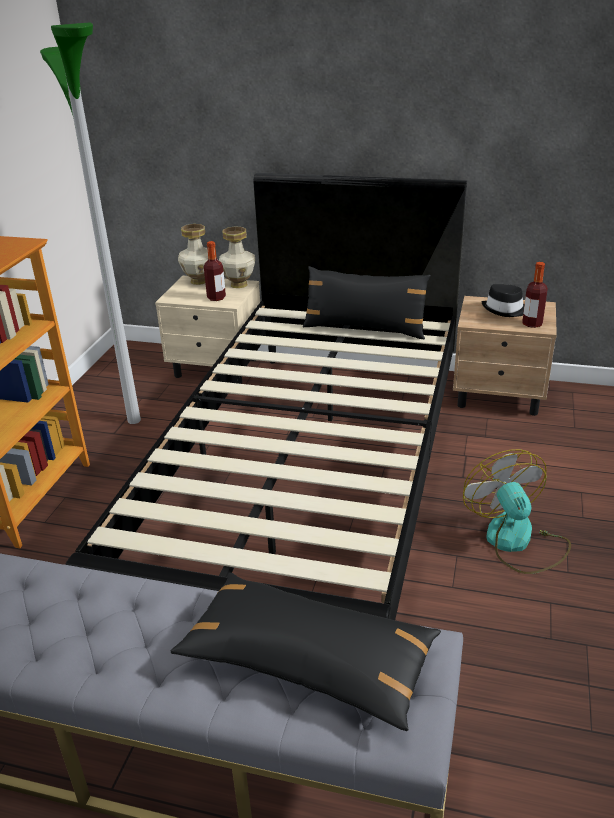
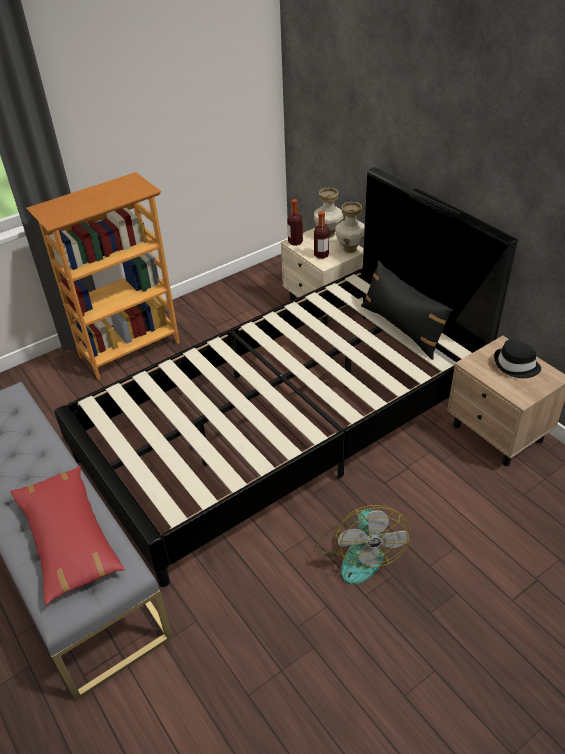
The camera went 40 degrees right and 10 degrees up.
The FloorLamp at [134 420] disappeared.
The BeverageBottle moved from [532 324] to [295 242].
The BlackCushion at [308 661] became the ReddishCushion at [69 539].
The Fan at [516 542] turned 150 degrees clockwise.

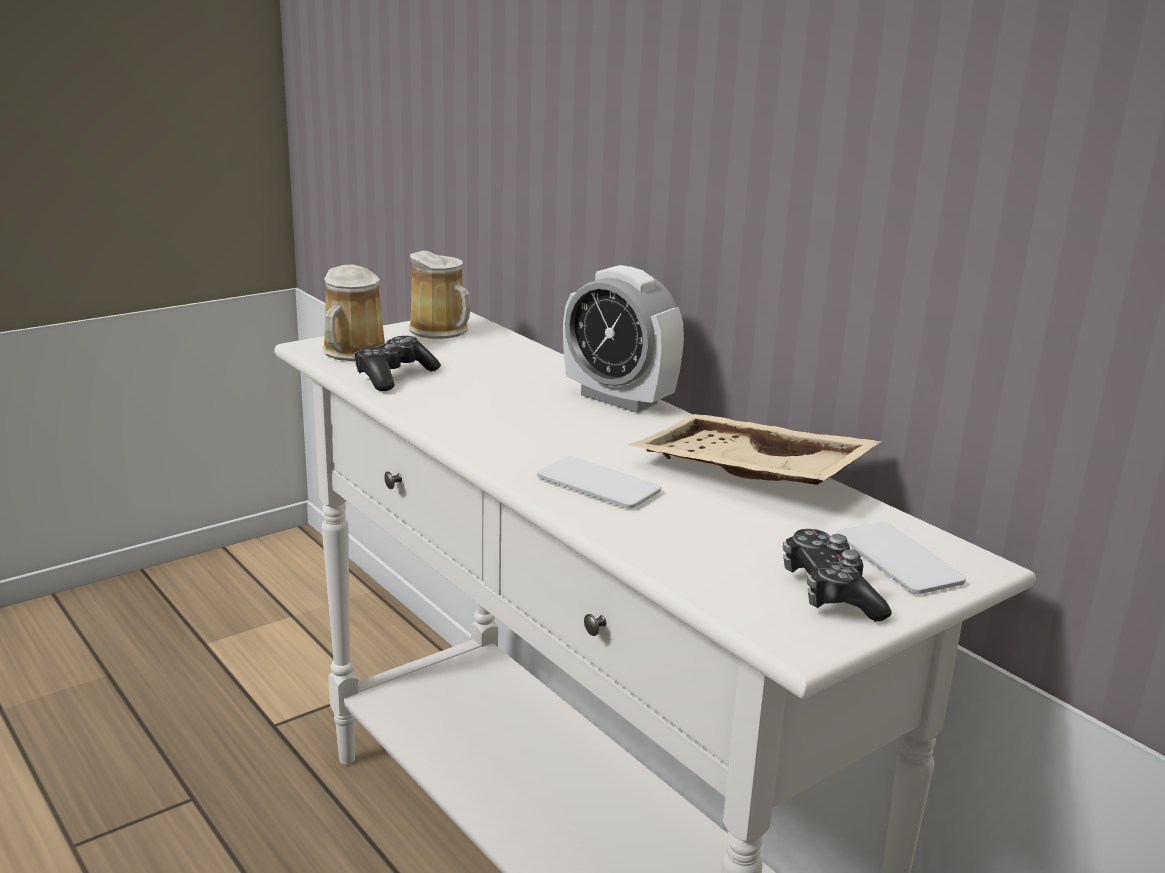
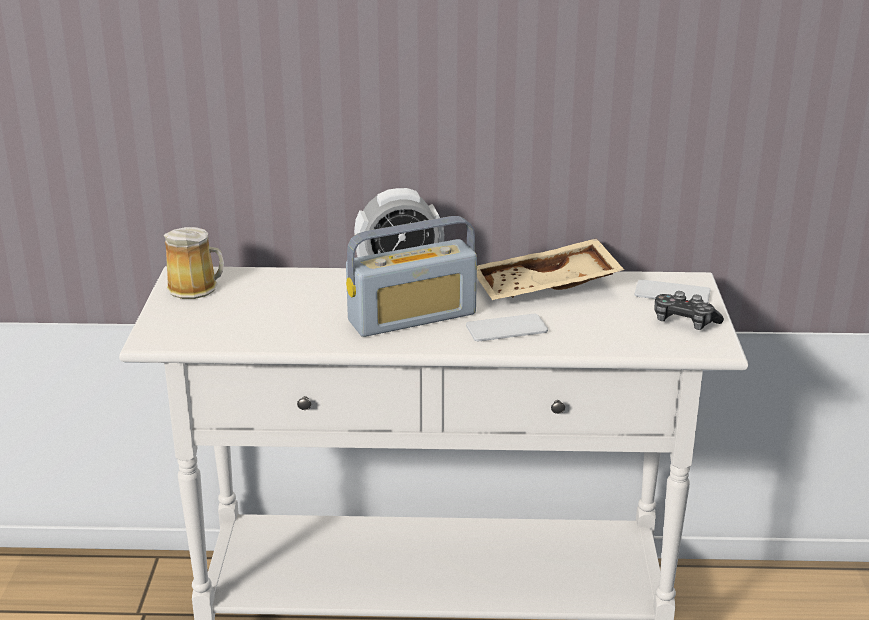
The camera went 50 degrees left and 5 degrees up.
The Mug at [352 352] disappeared.
The GameController at [394 376] disappeared.
The RadioSet at [412 318] appeared.

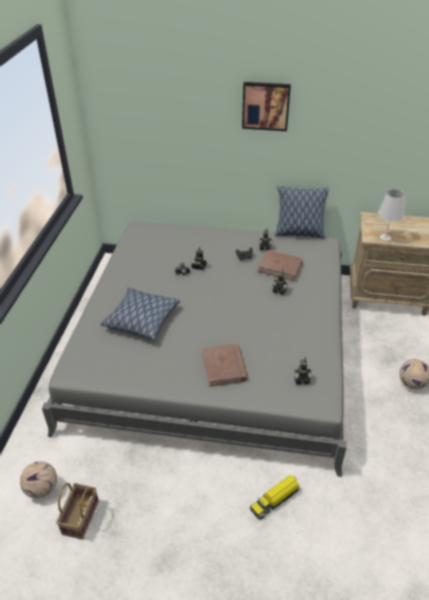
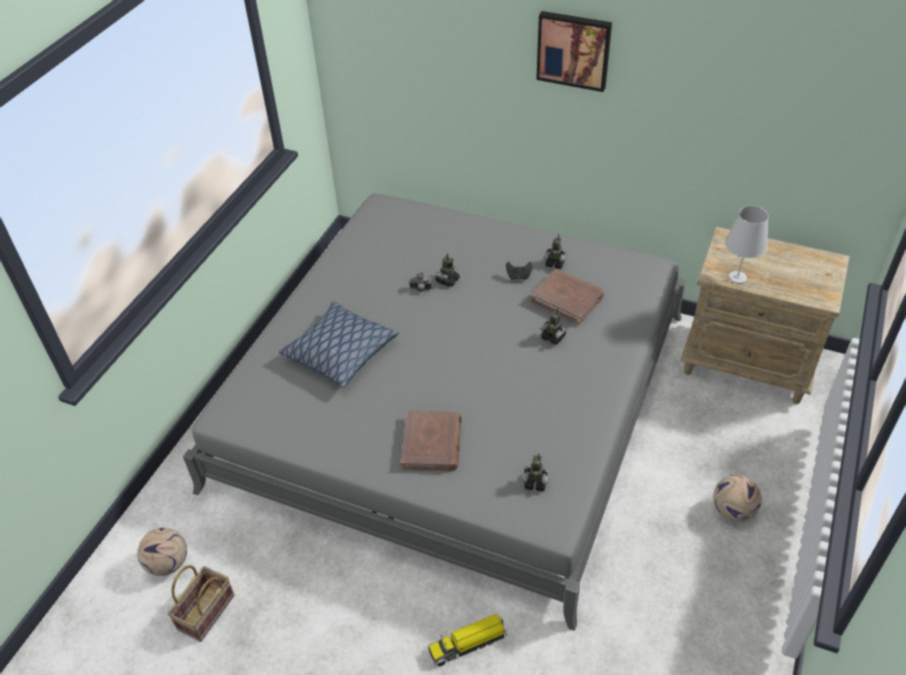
The camera went 15 degrees right and 5 degrees up.
The Cushion at [298 233] disappeared.

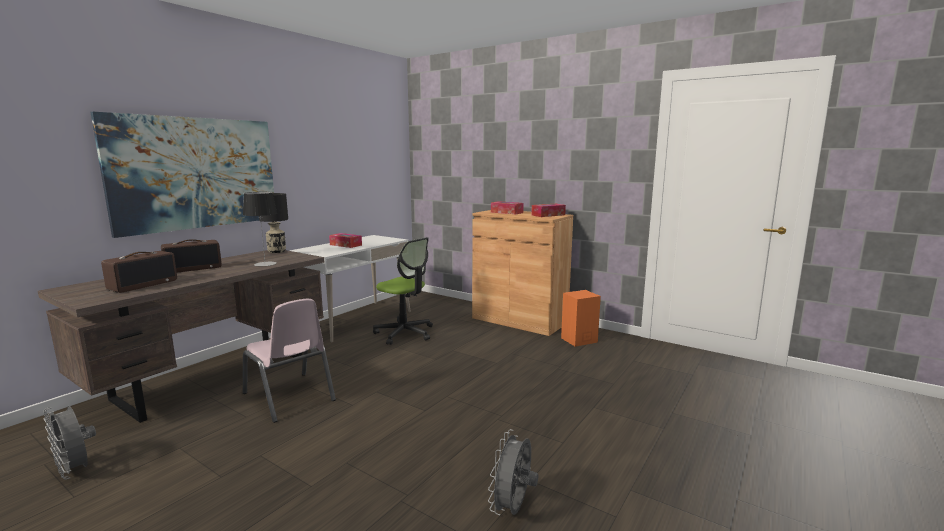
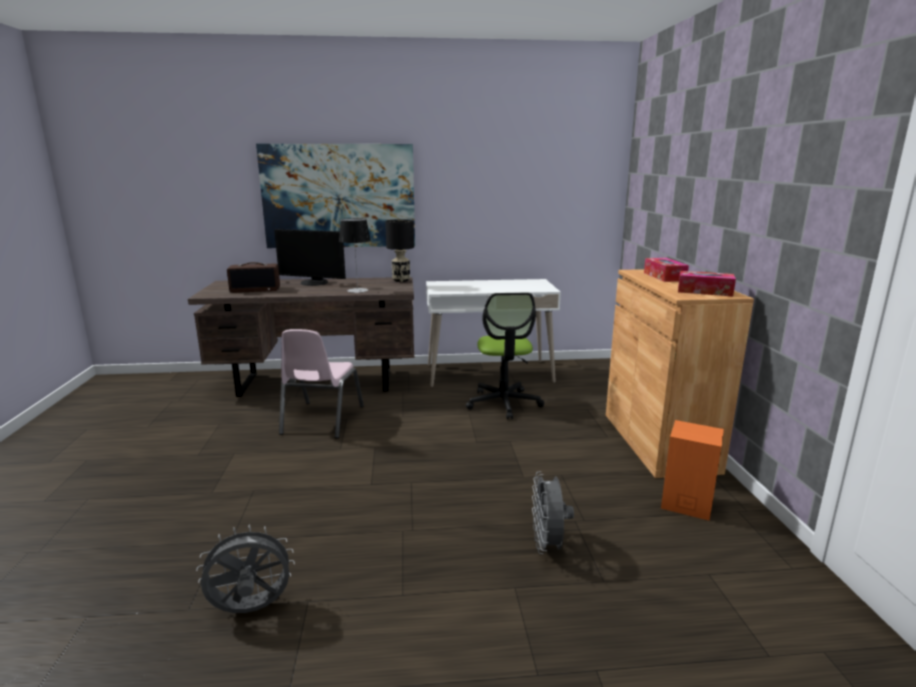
The camera went 50 degrees right and 5 degrees up.
The BoxOfTissues at [345 245] disappeared.
The GreyFan moved from [75 471] to [548 545].
The RadioSet at [193 268] was replaced by the ComputerScreen at [313 283].

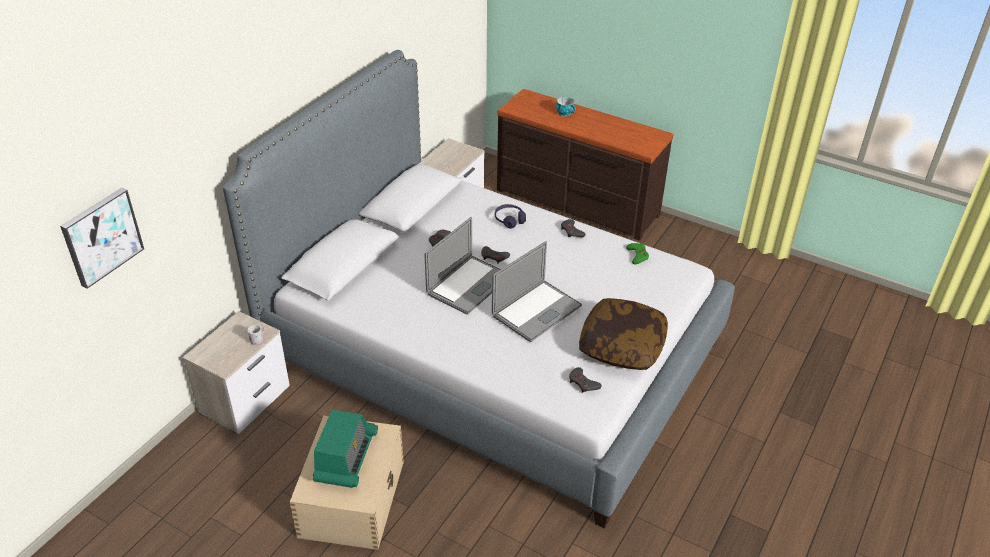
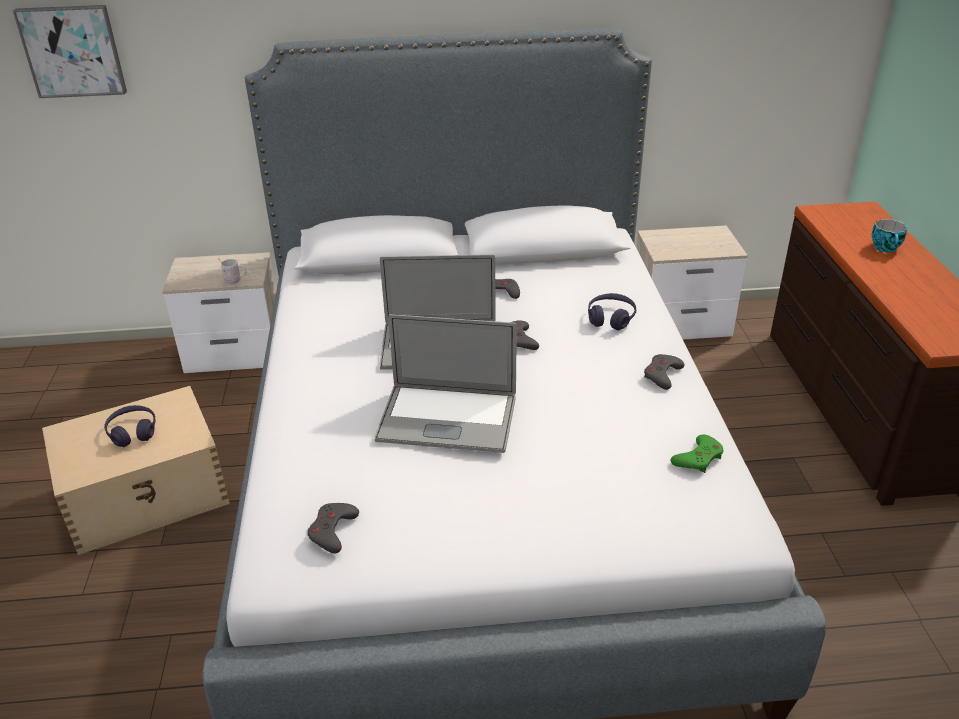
The camera went 55 degrees right and 5 degrees down.
The Cushion at [622 345] disappeared.
The RadioSet at [346 458] was replaced by the PurplishHeadset at [133 432].

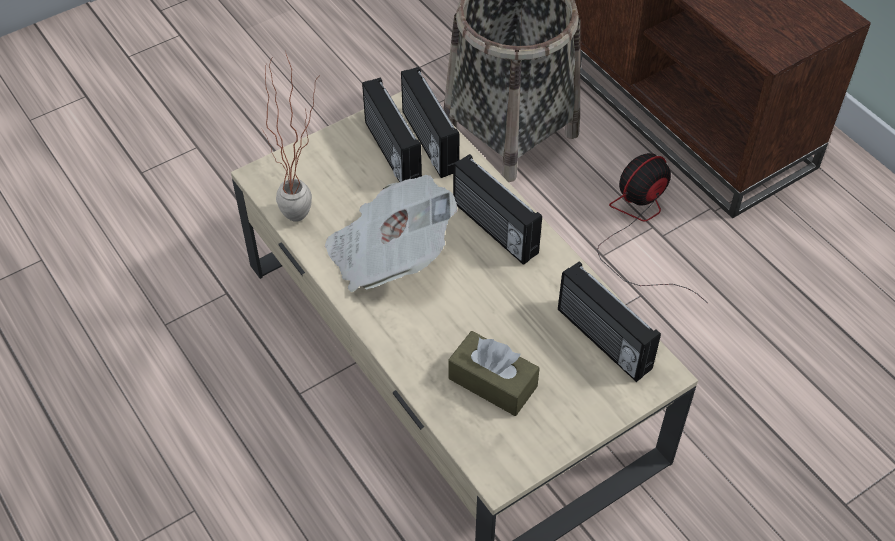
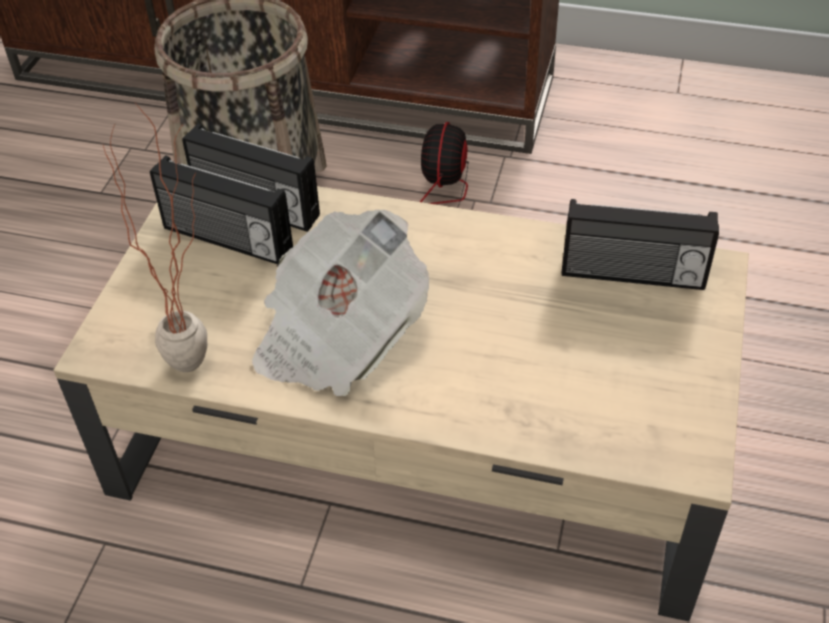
The camera went 40 degrees left and 5 degrees down.
The BrownBoxOfTissues at [492 382] disappeared.
The RadioSet at [493 229] disappeared.

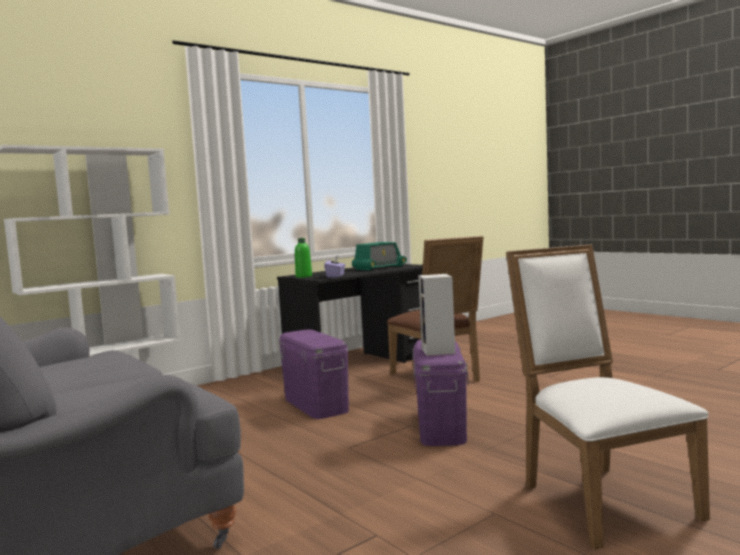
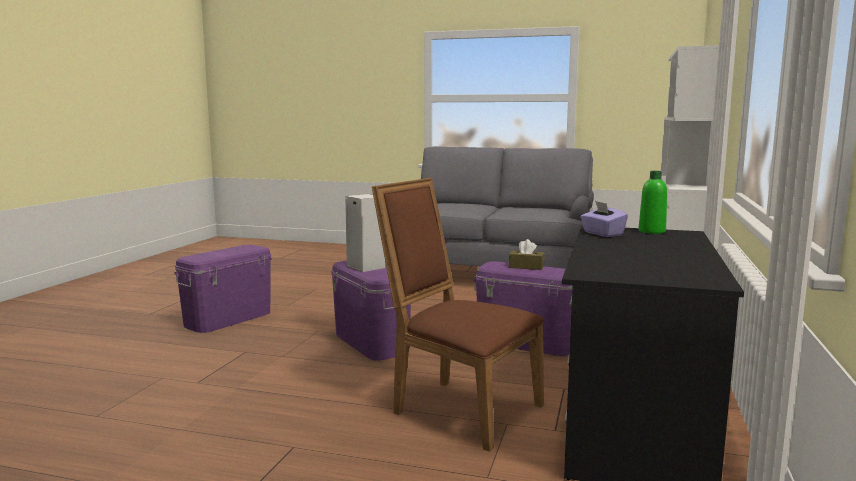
The camera went 145 degrees right and 5 degrees up.
The RadioSet at [379 268] disappeared.
The BrownBoxOfTissues at [526 267] appeared.
The WhitishChair at [599 498] was replaced by the PurplishStorageBin at [228 319].

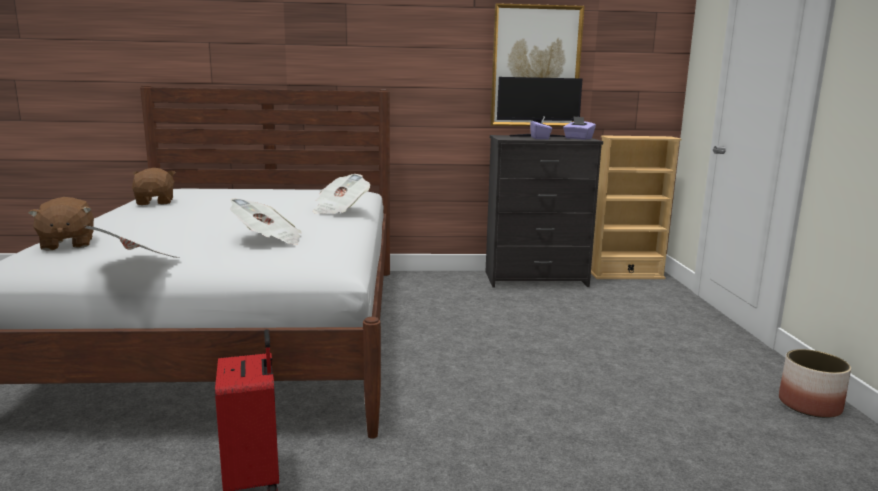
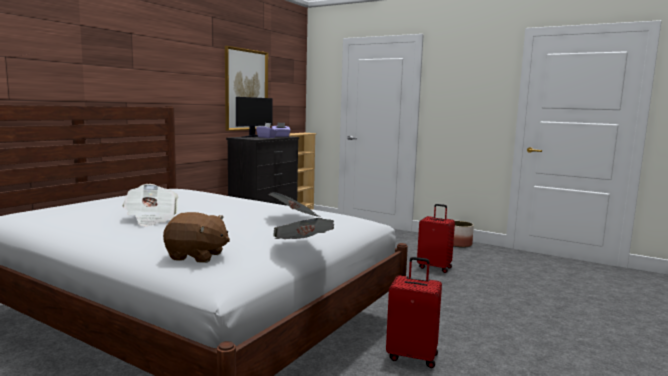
The camera went 55 degrees left and 5 degrees down.
The BrownSoftToy at [155 202] disappeared.
The ReddishTravelCase at [434 267] appeared.
The Newspaper moved from [340 210] to [151 219].

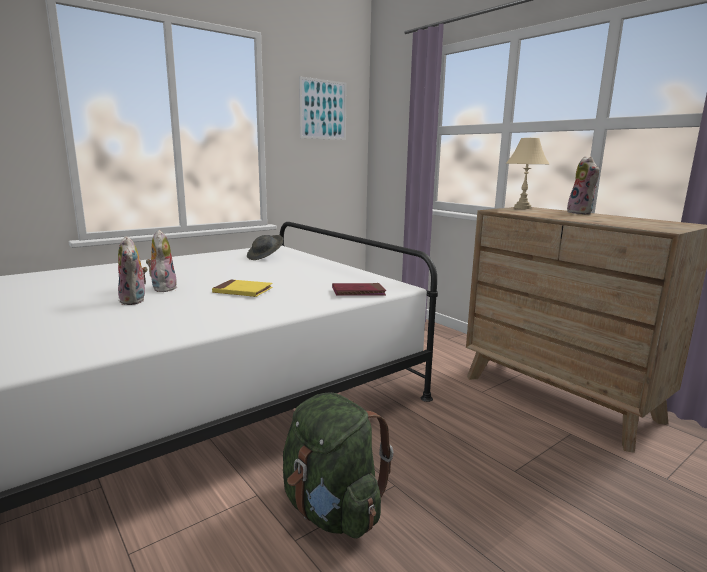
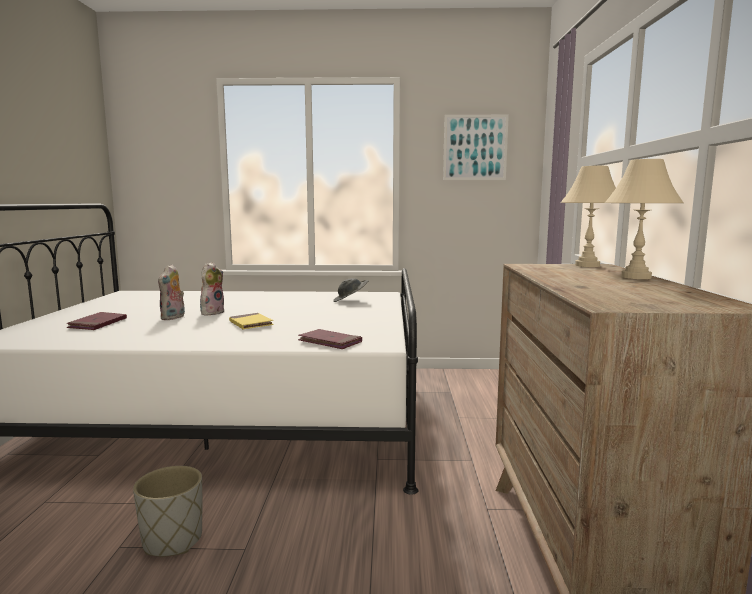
The camera went 40 degrees right and 5 degrees down.
The ReddishVolume at [98 324] appeared.
The GreenColouredRucksack at [332 510] was replaced by the GreyPlanter at [173 541].
The SoftToy at [581 213] was replaced by the BeigeColouredTabletopLamp at [636 277].

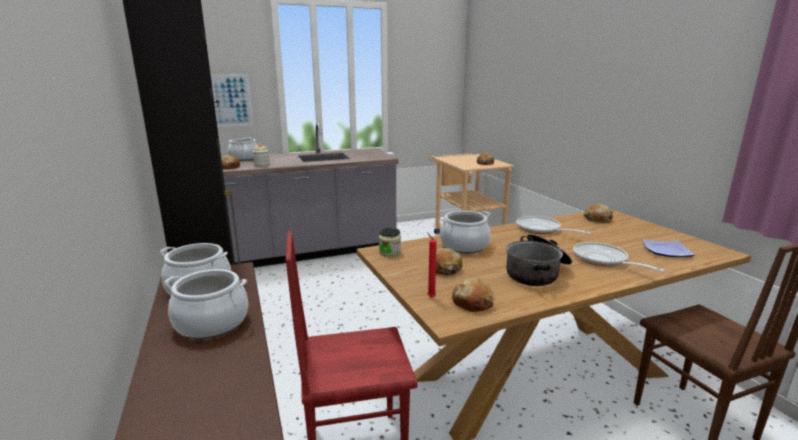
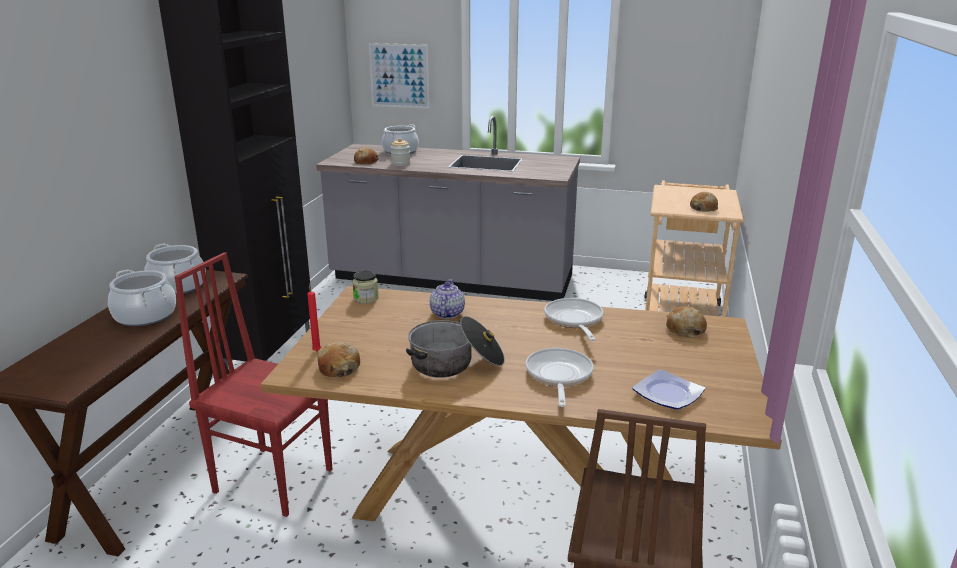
The camera went 35 degrees right and 5 degrees up.
The BakedBread at [444 269] disappeared.
The Saucepot at [464 246] was replaced by the TeaPot at [446 313].

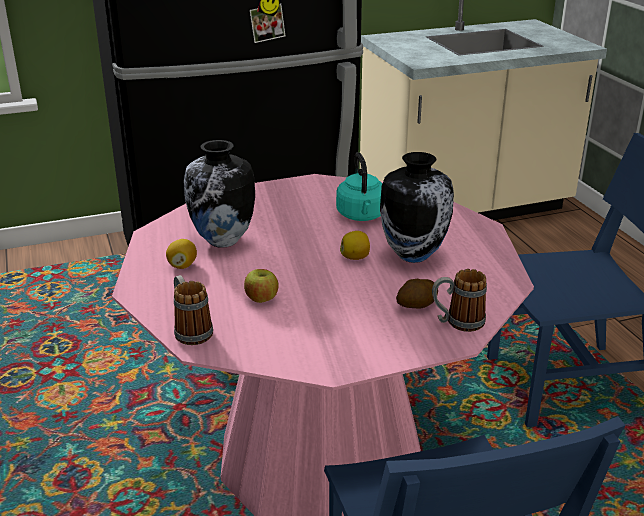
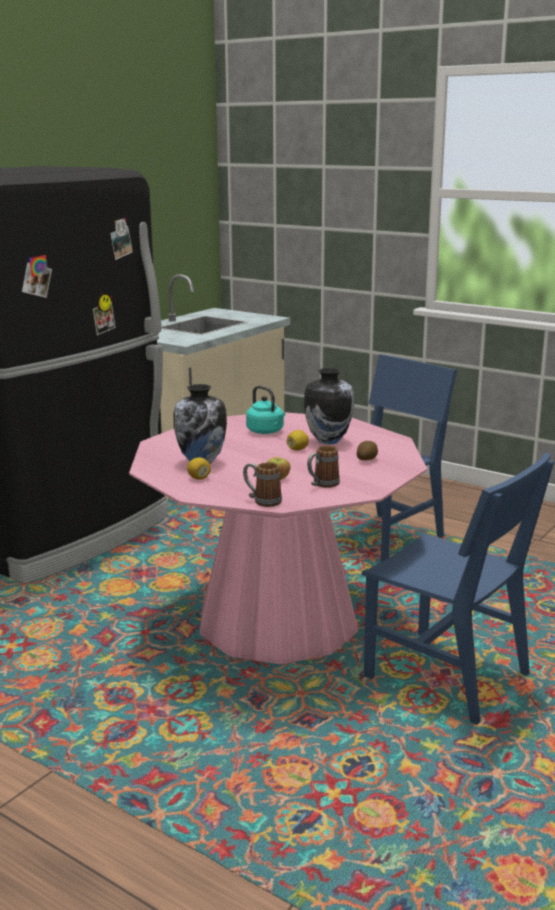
The camera went 35 degrees left and 10 degrees down.
The Mug moved from [457 322] to [322 485].

